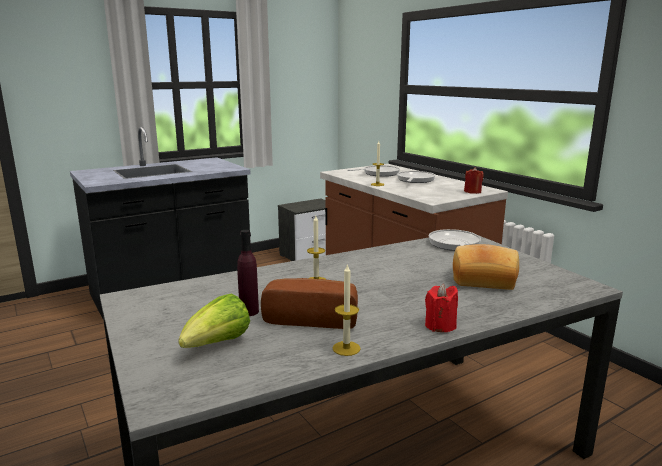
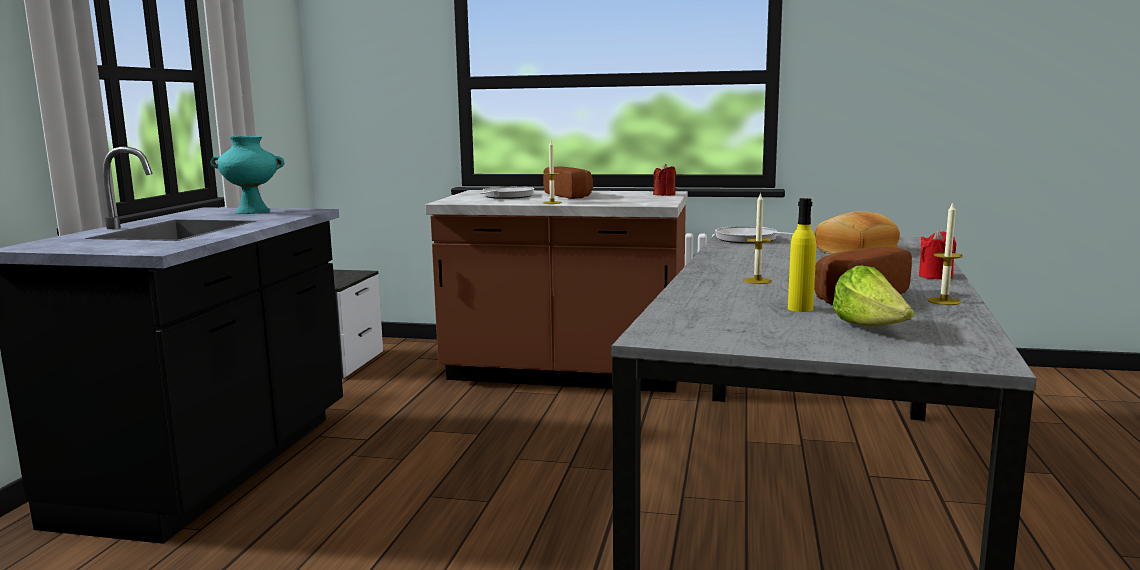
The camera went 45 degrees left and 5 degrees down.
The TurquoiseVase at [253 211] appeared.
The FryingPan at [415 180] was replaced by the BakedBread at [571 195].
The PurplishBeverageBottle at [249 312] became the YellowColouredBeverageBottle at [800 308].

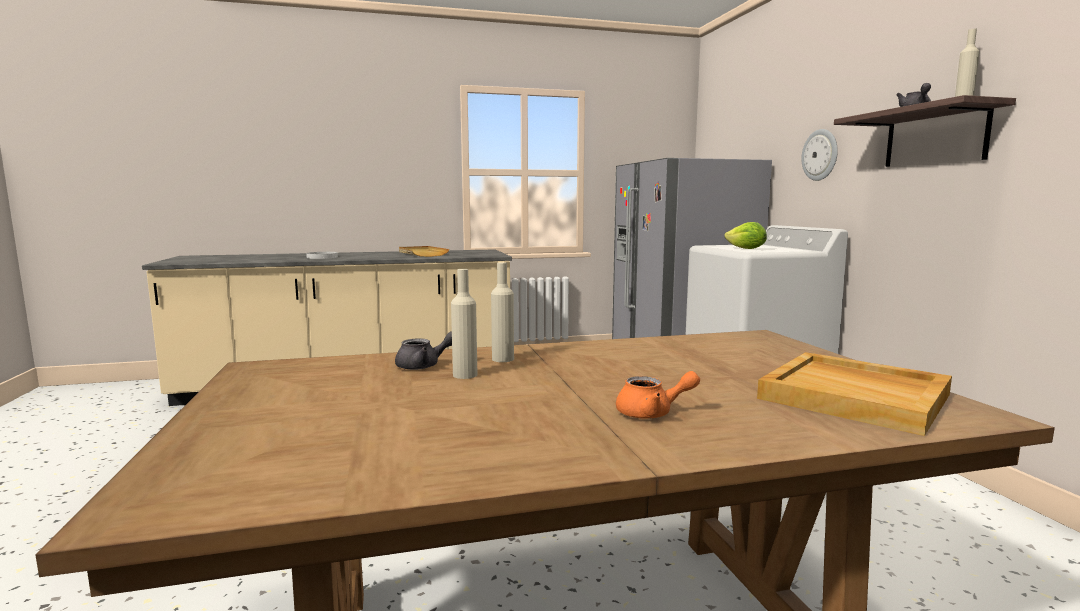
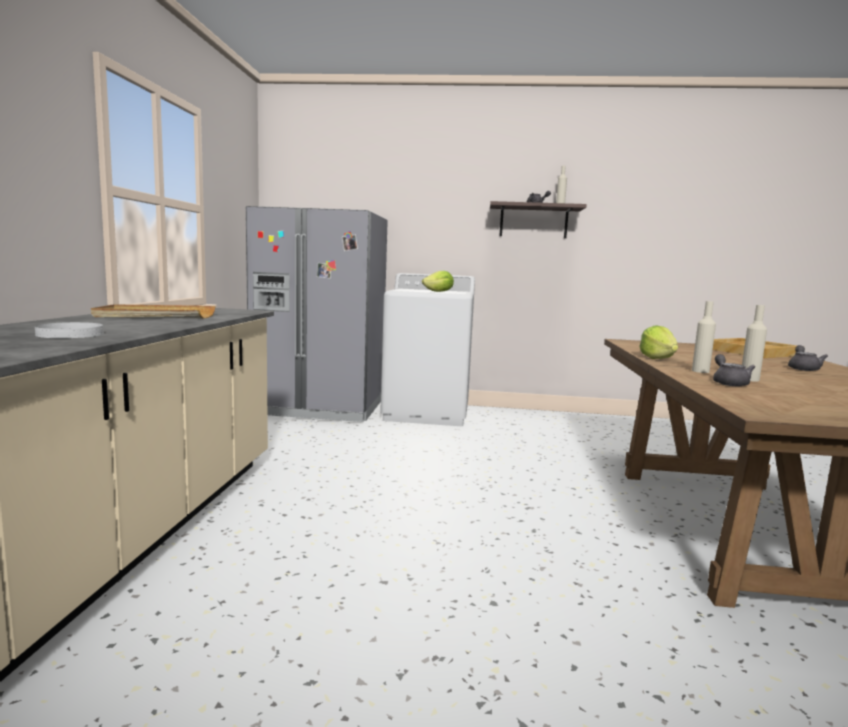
The camera went 70 degrees left and 0 degrees up.
The WallClock at [820 155] disappeared.
The HeadOfLettuce at [657 358] appeared.
The OrangeColouredTeaPot at [652 413] became the GreyTeaPot at [803 368].

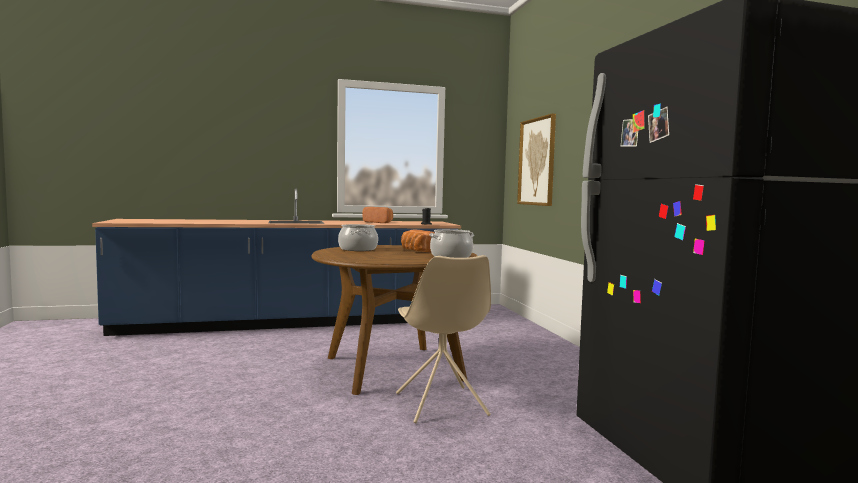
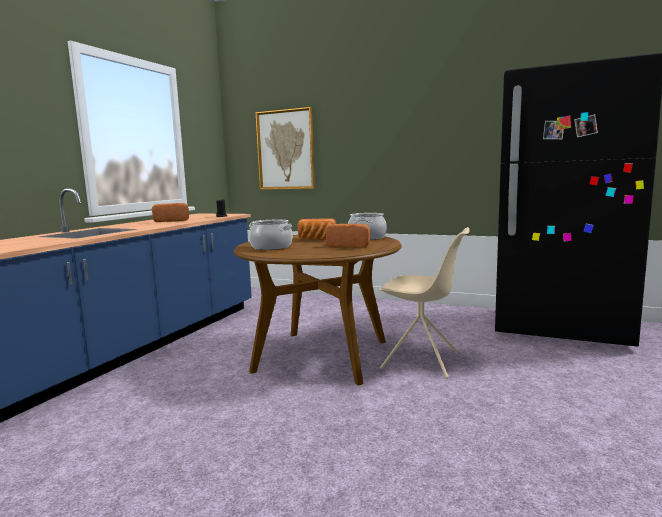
The camera went 50 degrees left and 5 degrees up.
The BakedBread at [349 246] appeared.

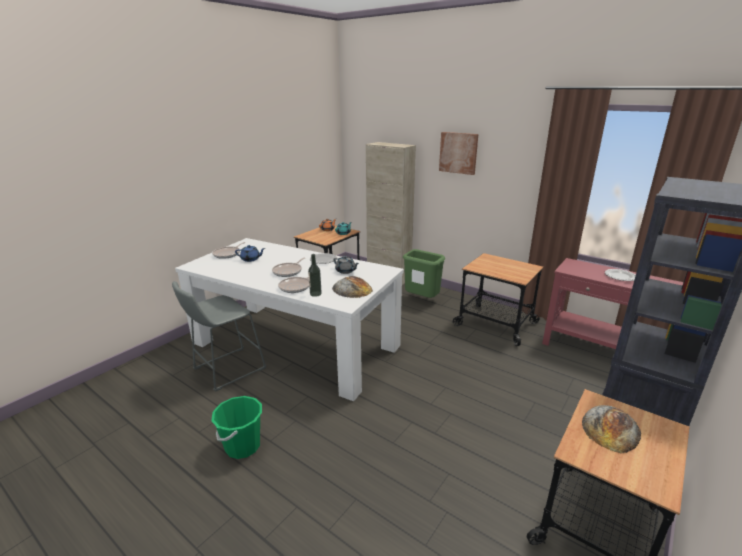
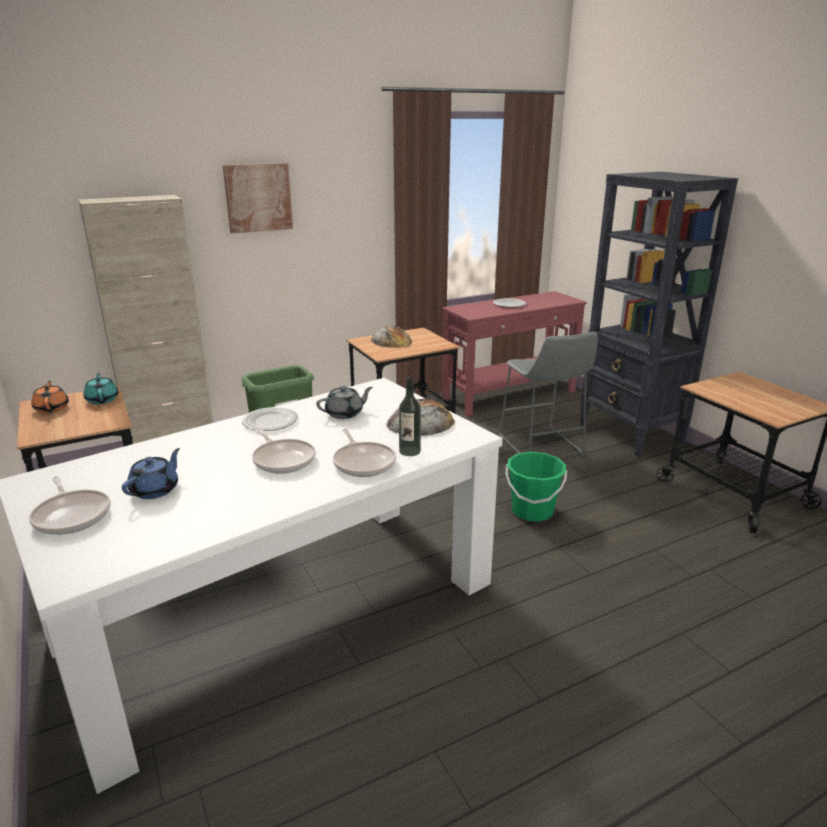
The camera went 65 degrees left and 0 degrees up.
The GreySittingStool moved from [226 370] to [541 448].
The GreenColouredPail moved from [242 446] to [532 511].
The BakedBread moved from [611 428] to [391 340].

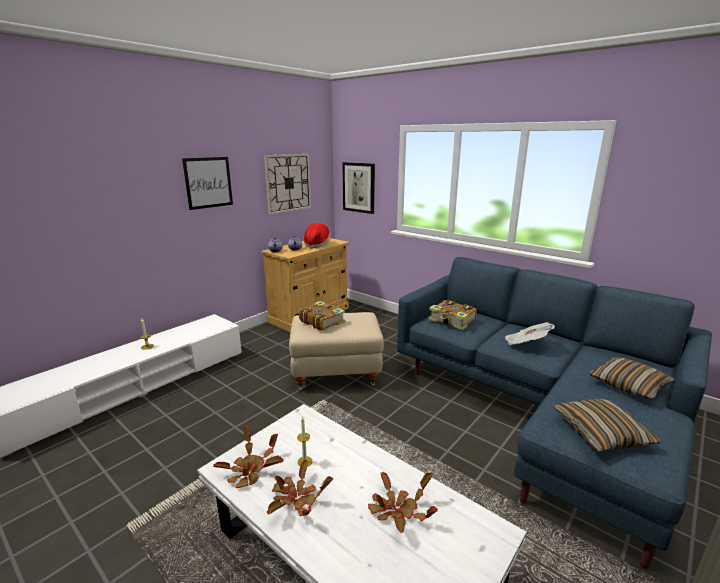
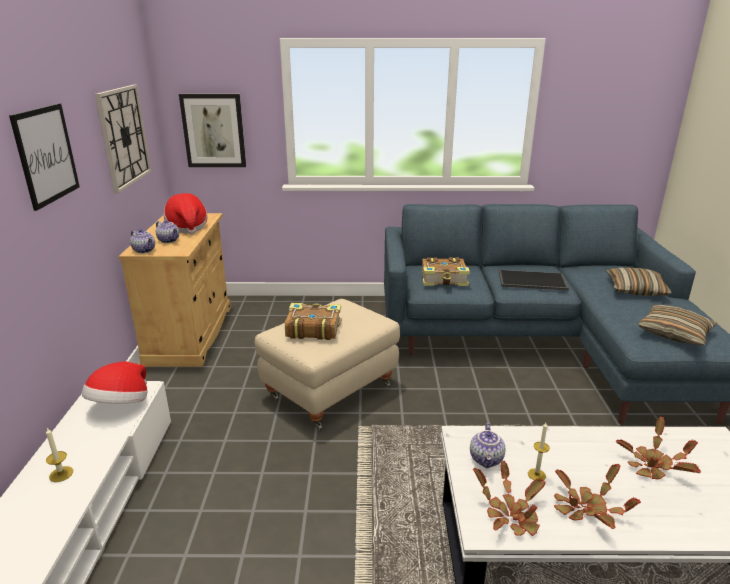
The camera went 40 degrees left and 5 degrees up.
The WearableHat at [121 405] appeared.
The TeaPot at [487 459] appeared.
The Newspaper at [526 344] was replaced by the CarryingTray at [531 281].

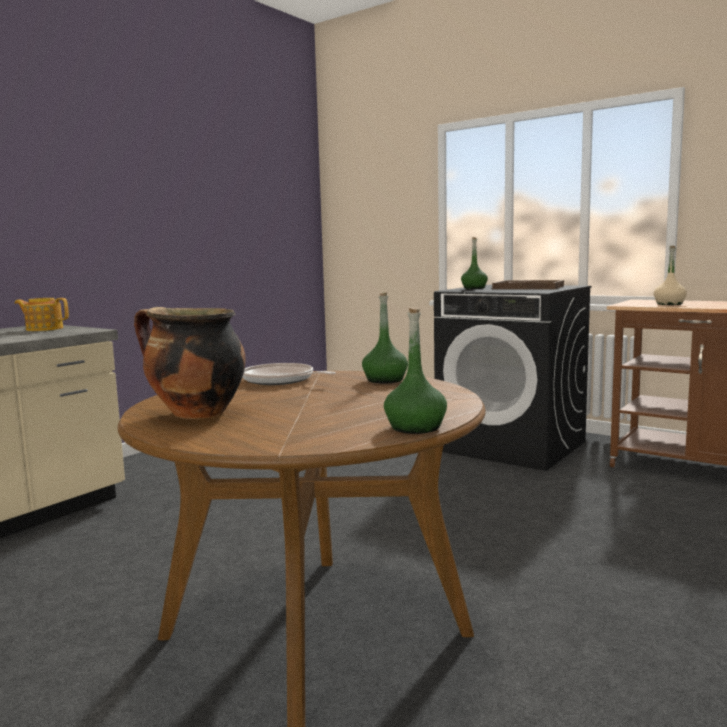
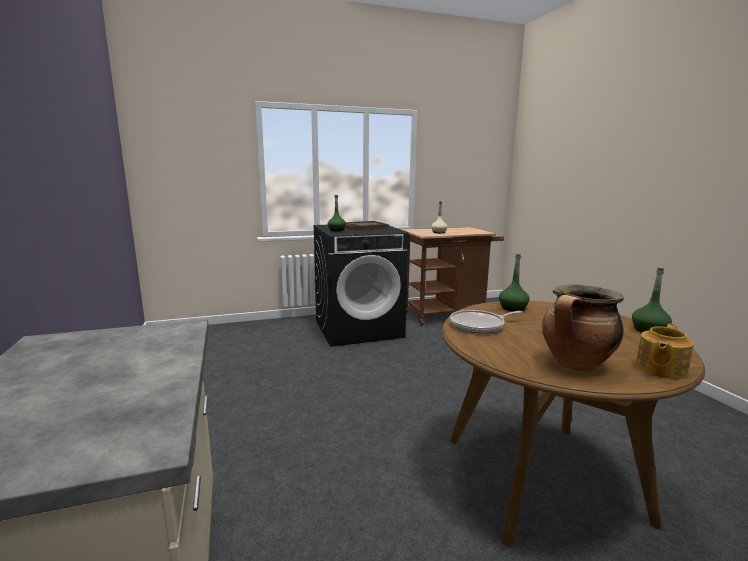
The camera went 55 degrees left and 5 degrees up.
The TeaPot moved from [44 329] to [659 369].

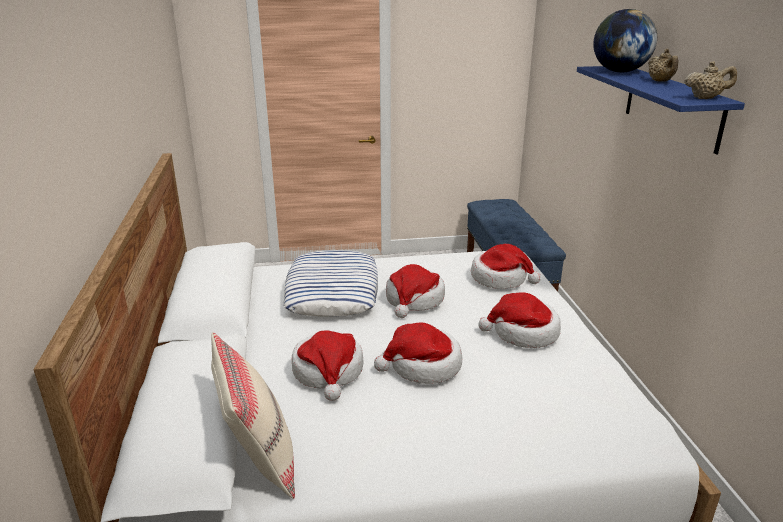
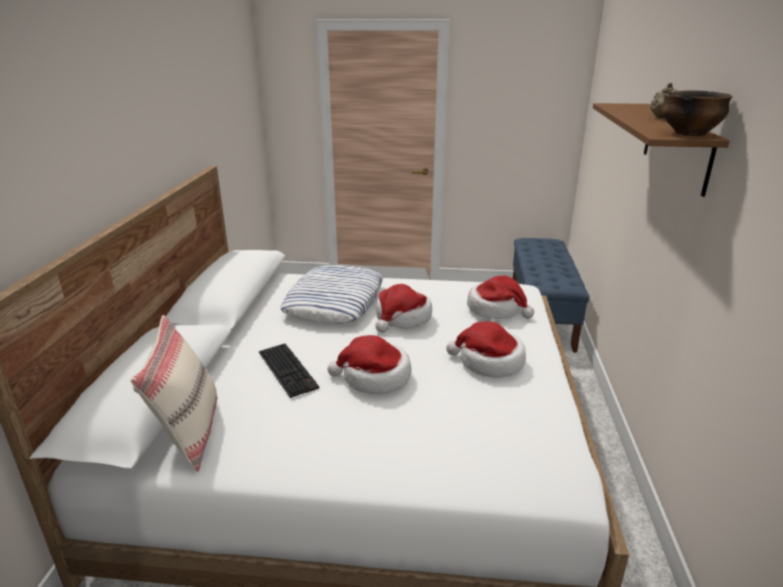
The camera went 15 degrees right and 0 degrees up.
The Globe at [619 72] disappeared.
The WearableHat at [328 372] was replaced by the Keyboard at [289 370].
The BeigeColouredTeaPot at [706 98] was replaced by the Bowl at [689 134].
The BlueColouredWallShelf at [672 106] became the BrownWallShelf at [676 146].

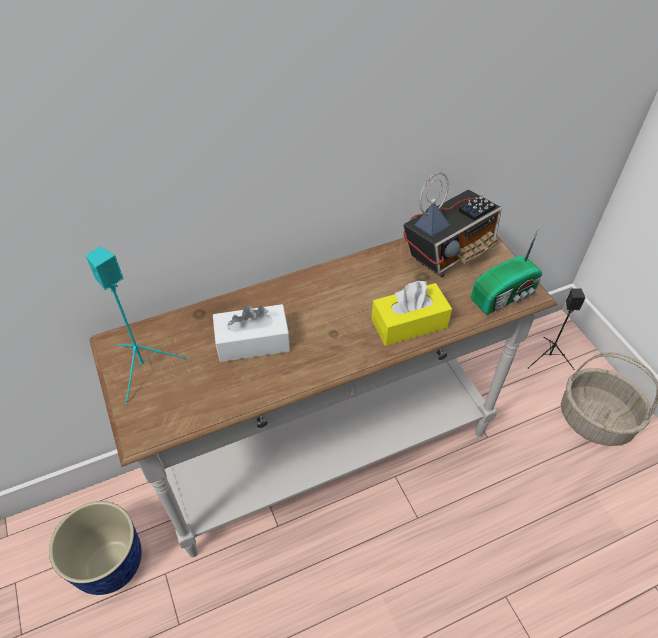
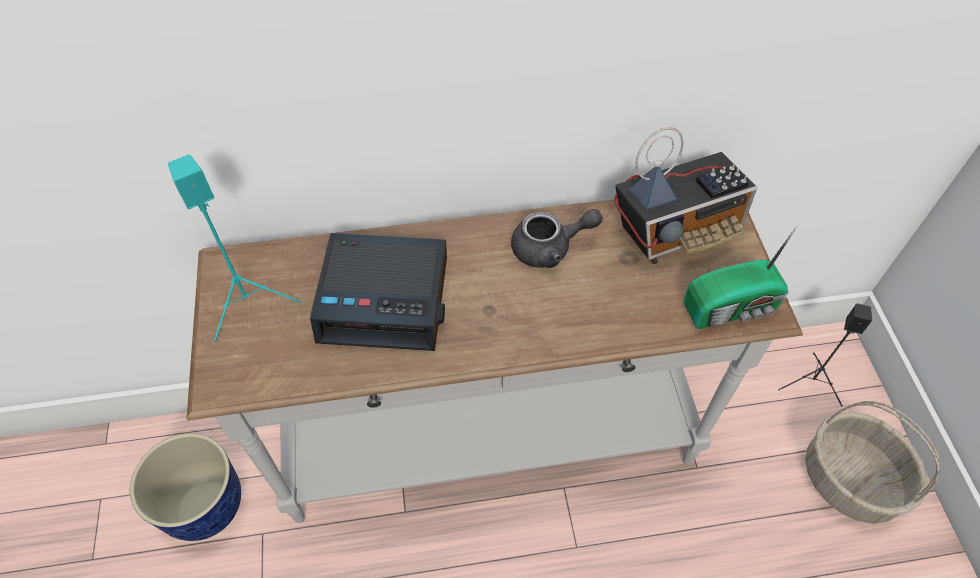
The camera went 15 degrees right and 5 degrees up.
The YellowColouredBoxOfTissues at [409 323] disappeared.
The GreyTeaPot at [550 248] appeared.
The WhitishBoxOfTissues at [253 342] was replaced by the AlarmClock at [386 299].

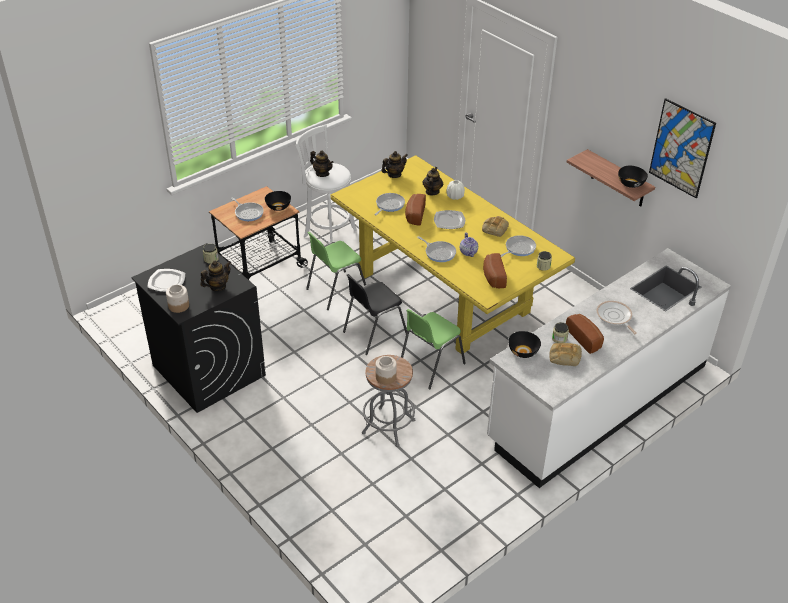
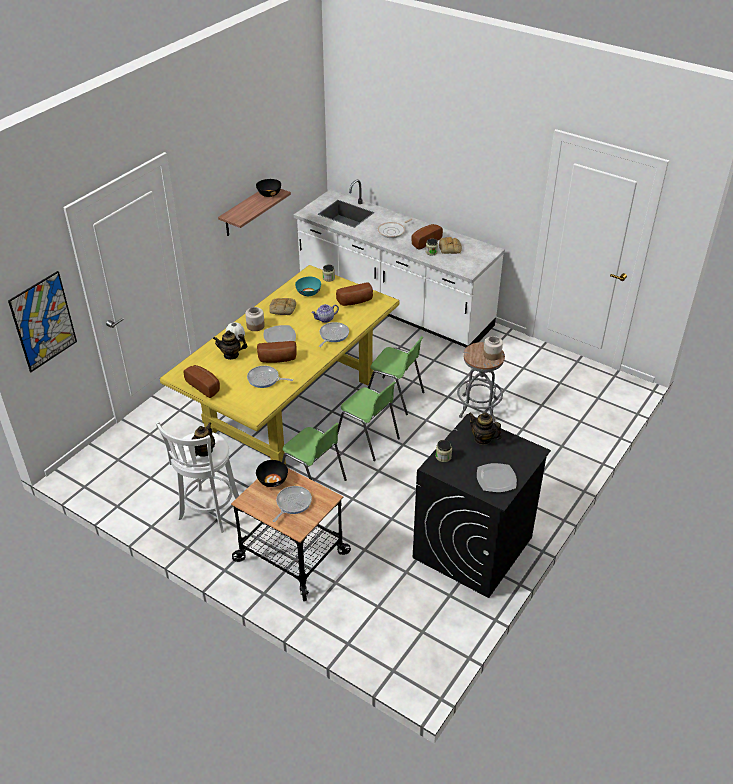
The camera went 105 degrees left and 0 degrees up.
The BlackBowl at [523 352] disappeared.
The PreserveJar moved from [178 306] to [255 326].
The WallPicture moved from [681 148] to [43 321].
The TeaPot at [394 174] was replaced by the BakedBread at [205 386].
The FryingPan at [518 248] was replaced by the TurquoiseBowl at [308 293].
The BlackChair at [374 333] became the GreenColouredChair at [367 439].

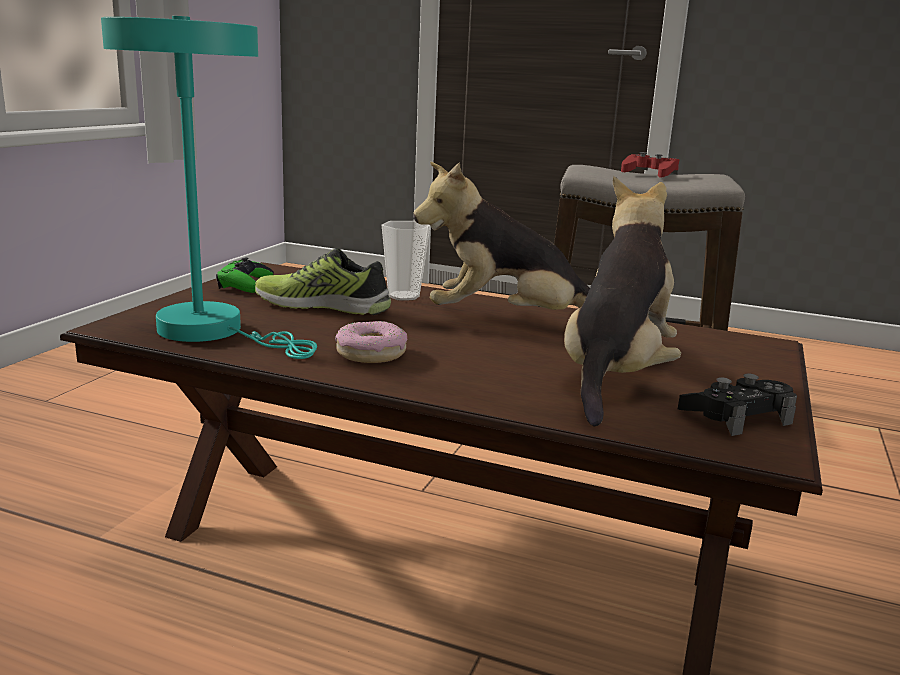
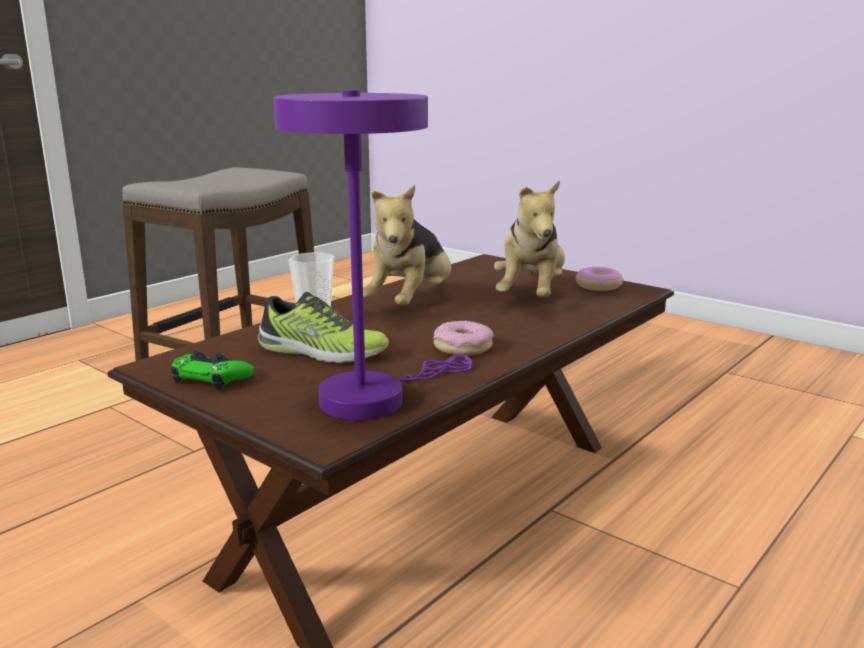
The camera went 70 degrees left and 0 degrees up.
The ReddishGameController at [650 173] disappeared.
The BlackGameController at [736 417] was replaced by the Donut at [598 286].
The TurquoiseTabletopLamp at [212 331] became the PurplishTabletopLamp at [373 397].
The Shoe at [323 305] turned 105 degrees counterclockwise.
The SoftToy at [615 375] turned 120 degrees counterclockwise.

